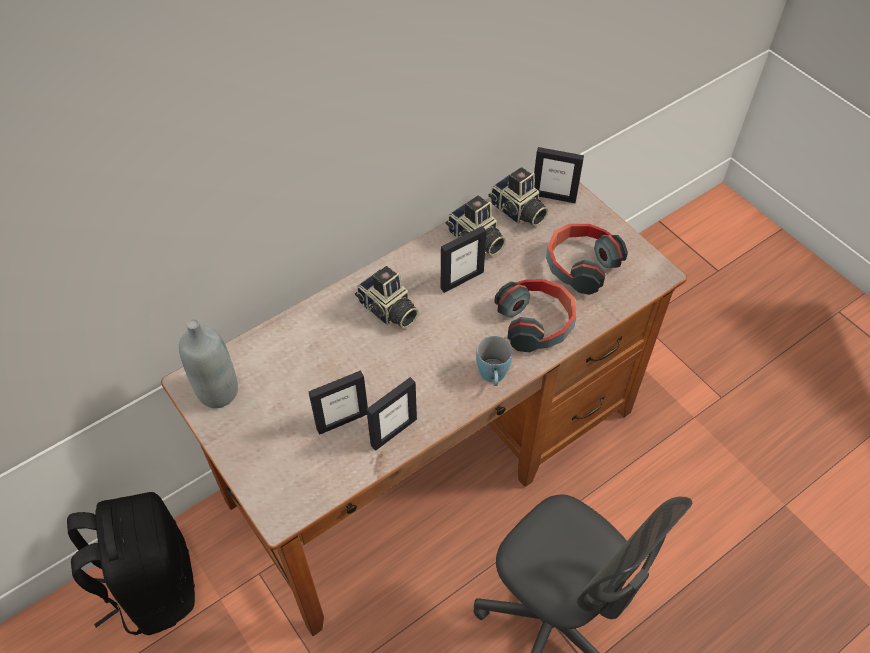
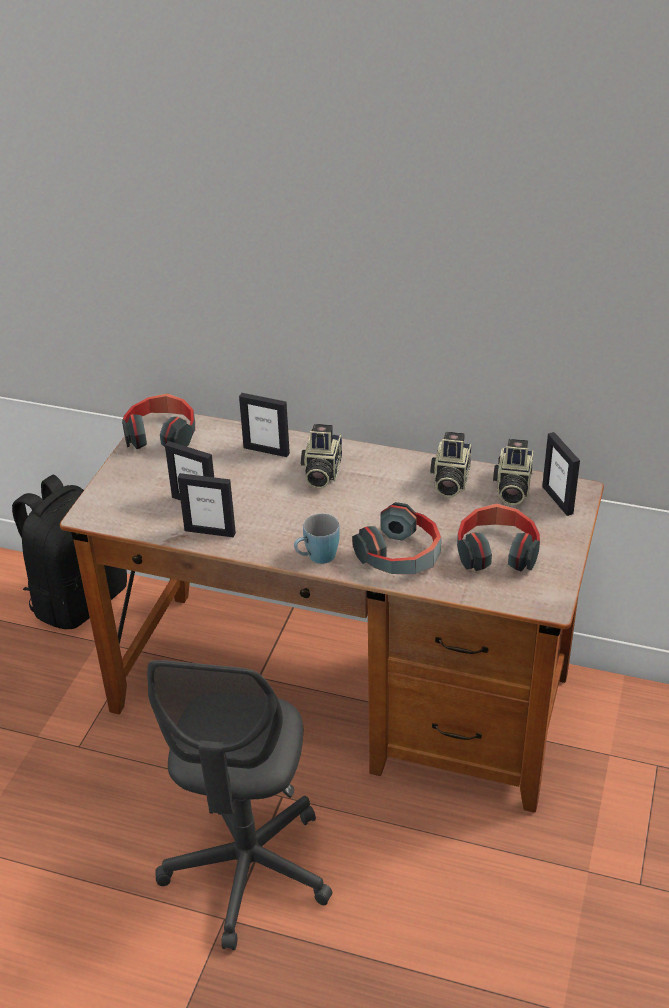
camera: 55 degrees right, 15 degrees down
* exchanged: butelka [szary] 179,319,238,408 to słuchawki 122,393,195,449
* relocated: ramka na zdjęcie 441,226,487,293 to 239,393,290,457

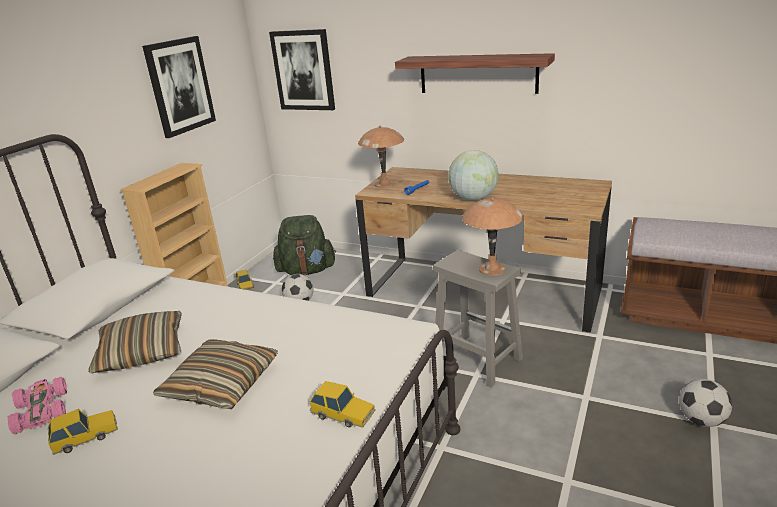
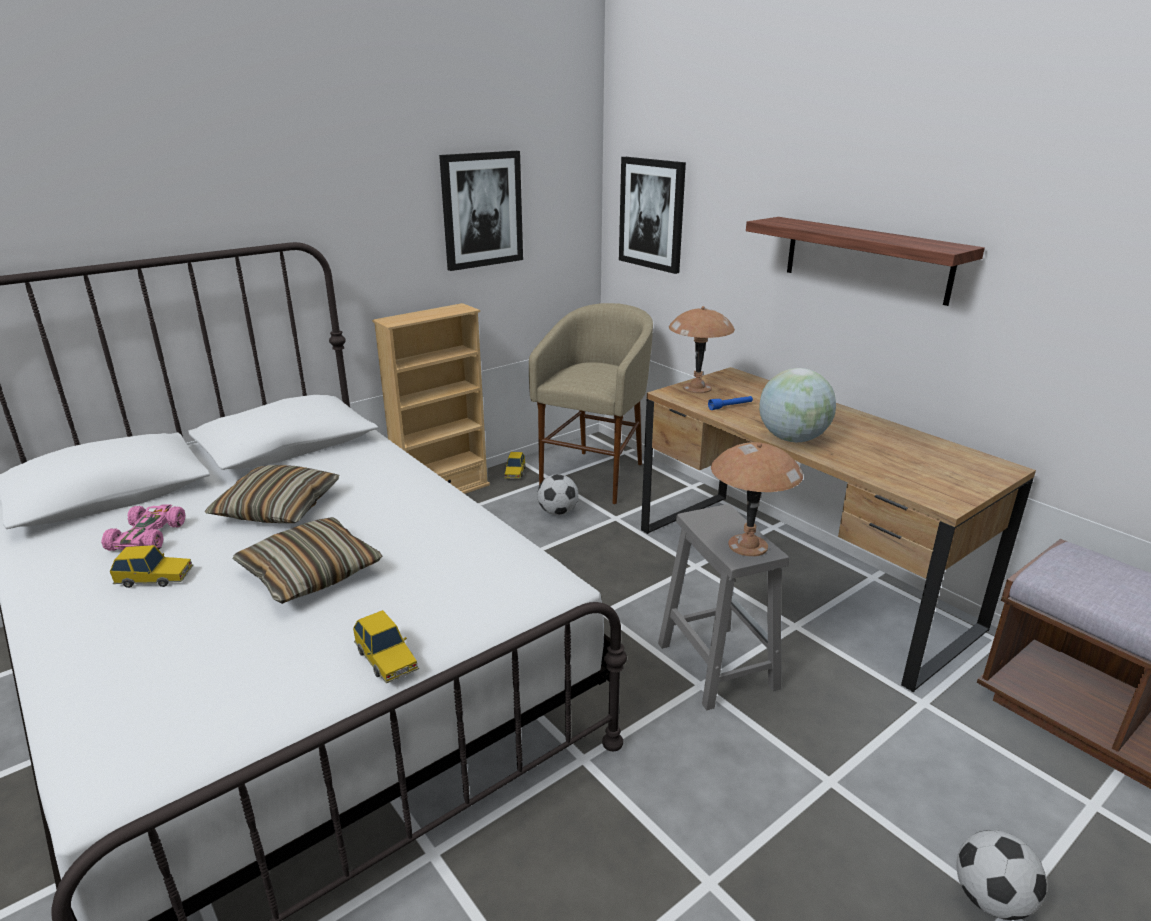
camera: 25 degrees right, 0 degrees up
* exchanged: plecak [zielony] 273,215,336,275 to stołek [beżowy] 529,303,653,504

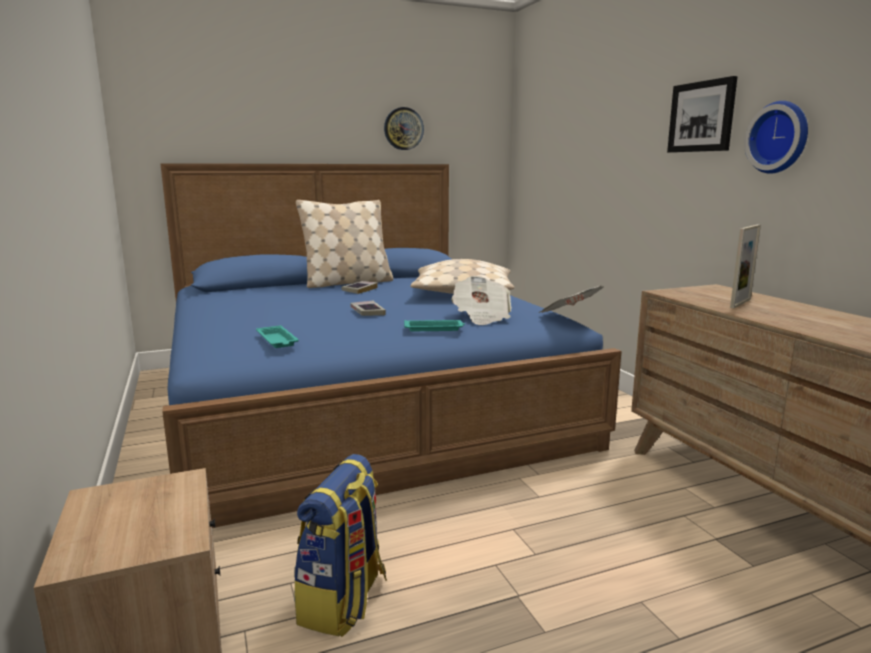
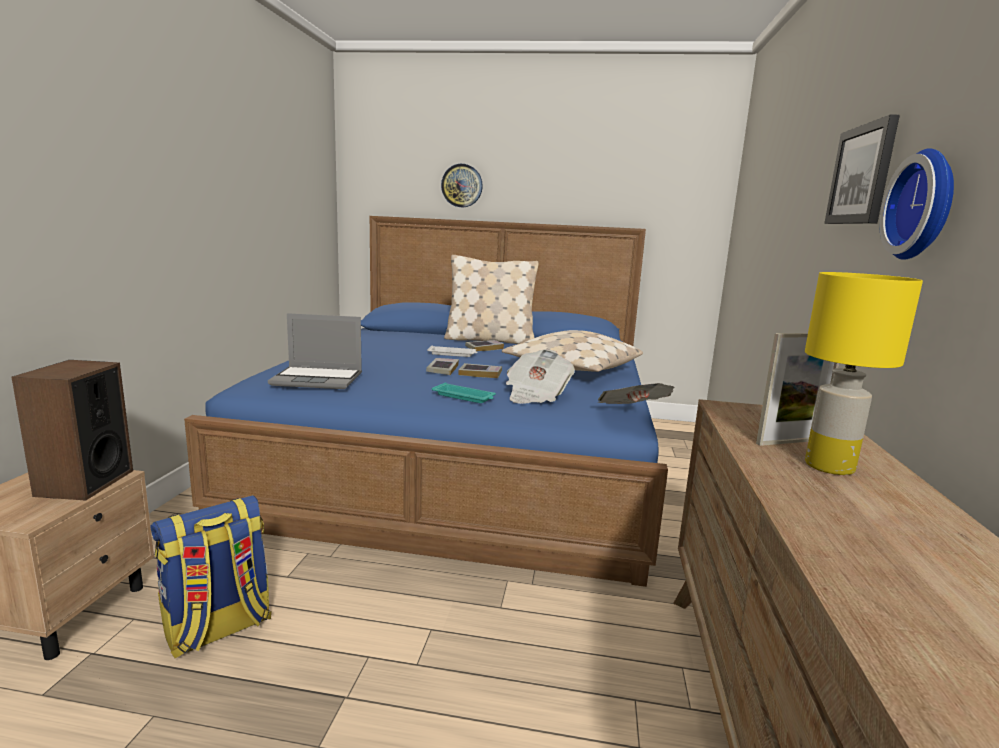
camera: 30 degrees right, 0 degrees up
* exchanged: taca [turkusowy] 256,325,299,348 to laptop 268,313,362,389
* relocated: zegar ścienny 384,107,424,150 to 441,164,483,207
* appeared: głośnik 12,360,133,501
* appeared: taca [biały] 427,346,478,357
* appeared: książka 458,363,502,378
* appeared: lampa stołowa [żółty] 805,272,923,475

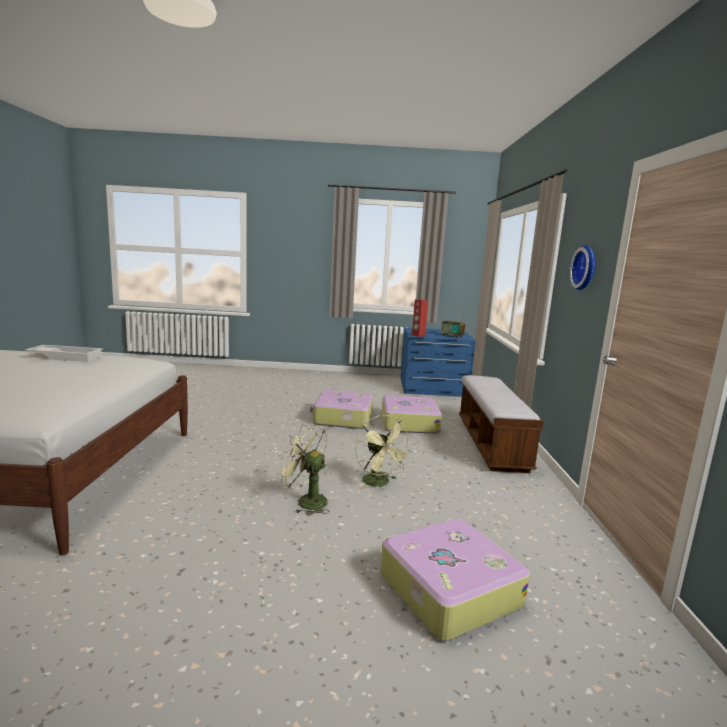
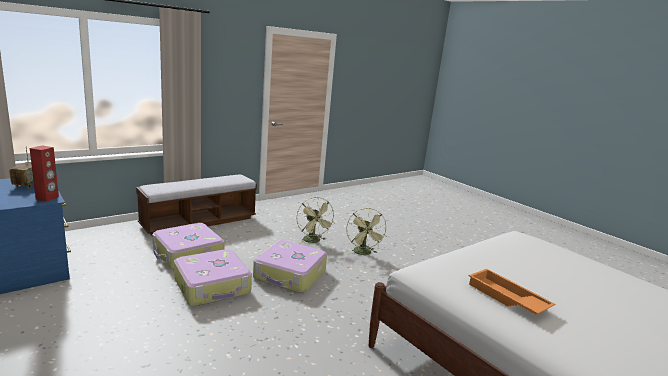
camera: 130 degrees left, 5 degrees up
* colour: taca [biały] 25,345,103,362 to taca [pomarańczowy] 469,269,555,315
* spun: wentylator [zielony] 355,415,412,489 = 297,197,335,244 135 degrees clockwise
* relocated: walizka 380,519,530,641 to 253,240,327,293
* missing: zegar ścienny 570,245,595,290

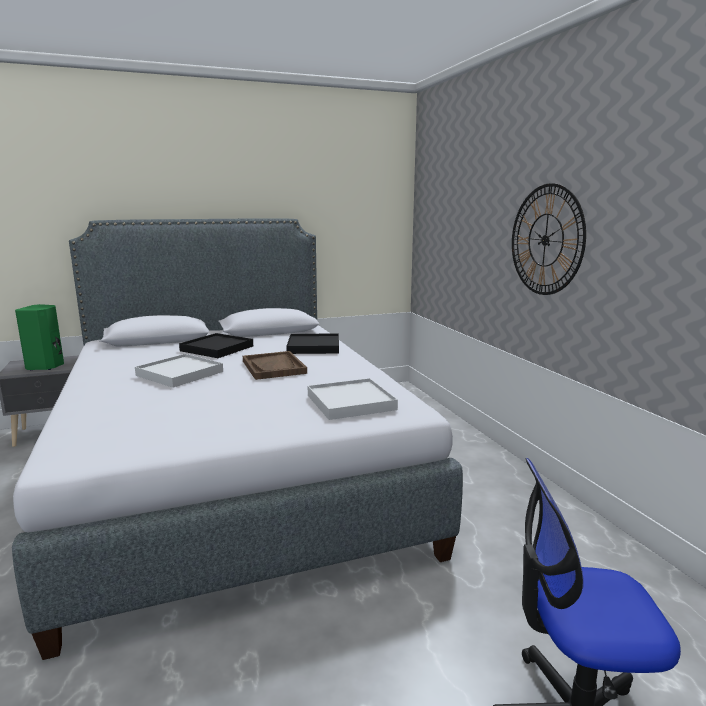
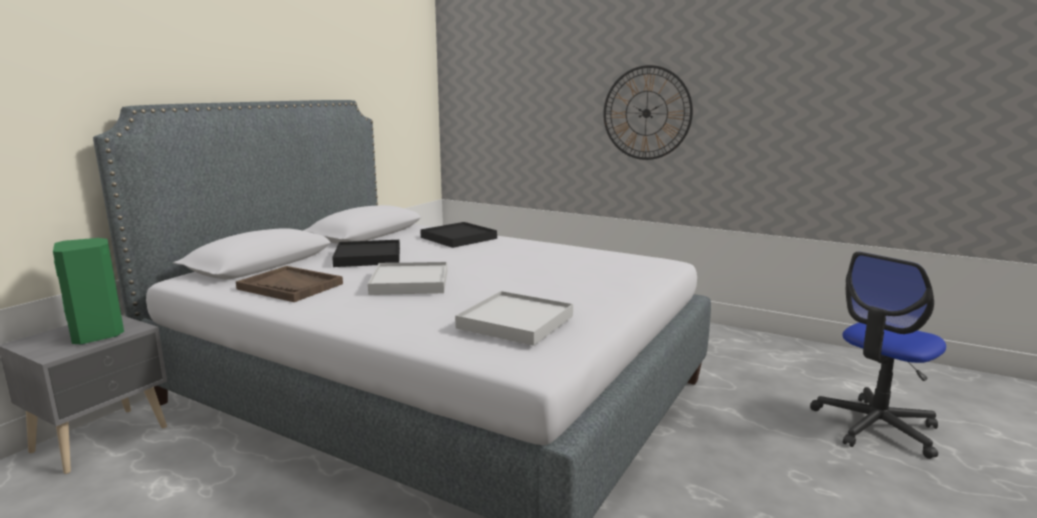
camera: 40 degrees left, 0 degrees up
* relocated: taca [brązowy] 243,351,307,380 to 236,266,343,302
* relocated: taca [biały] 308,378,398,420 to 455,291,573,346

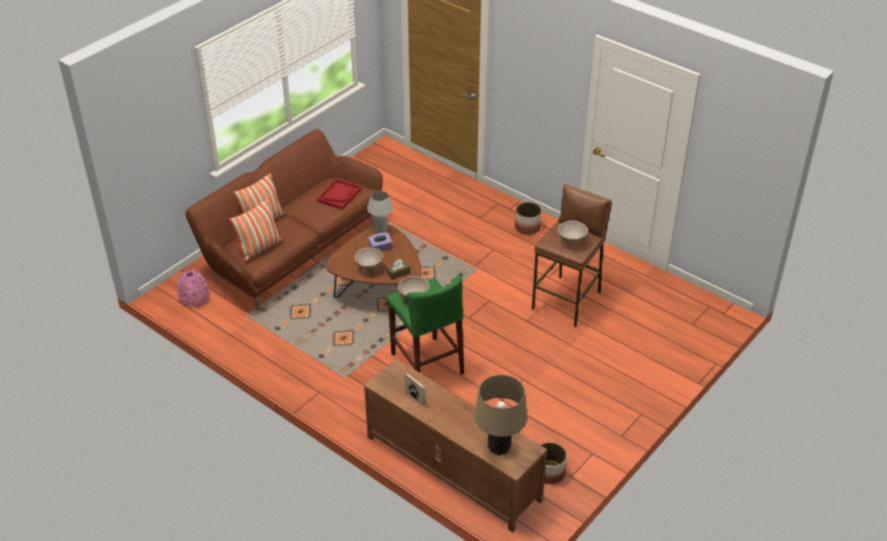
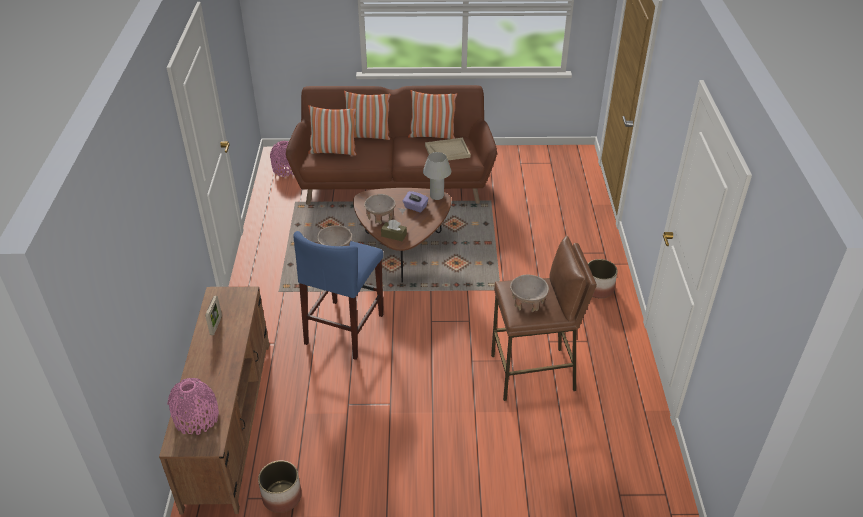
camera: 50 degrees right, 0 degrees up
* colour: taca [czerwony] 317,179,361,210 to taca [beżowy] 425,138,471,160
* colour: stołek [zielony] 386,275,464,375 to stołek [niebieski] 293,231,383,360
* exchanged: lampa stołowa [beżowy] 474,375,527,455 to wazon [różowy] 167,378,219,435
* appeared: poduszka 408,90,457,139

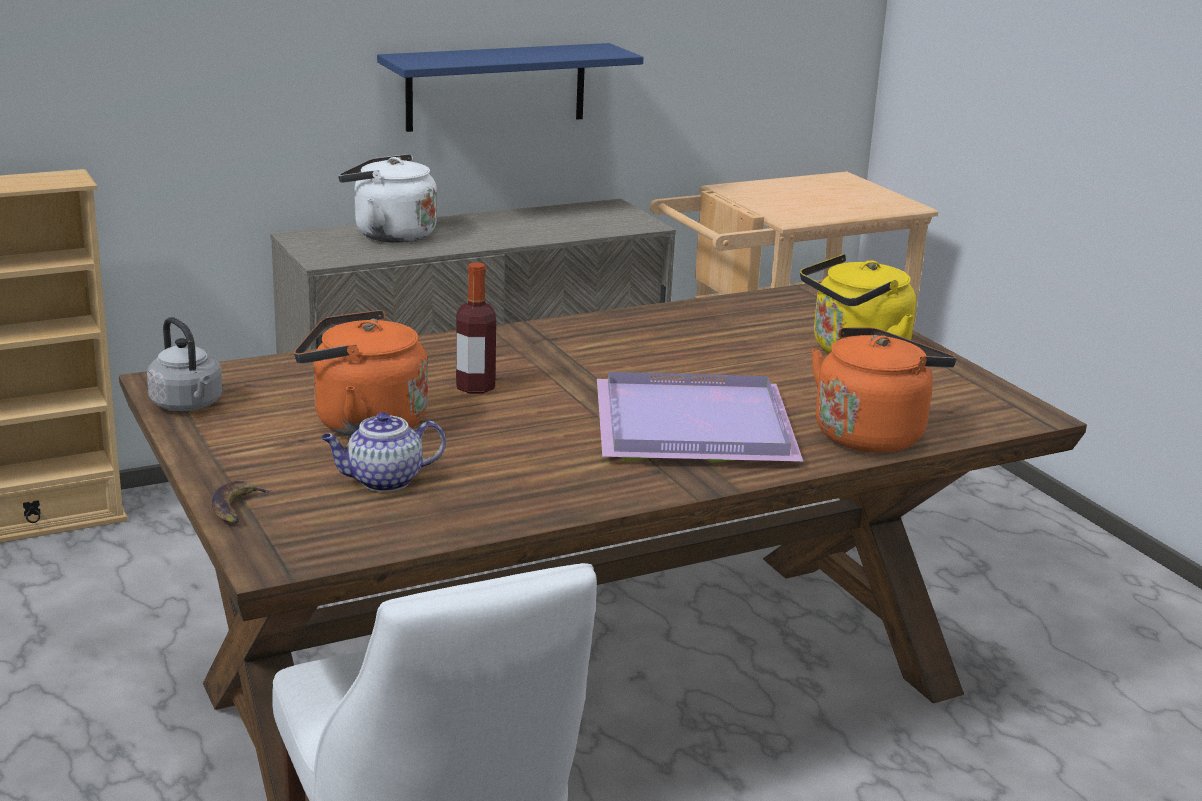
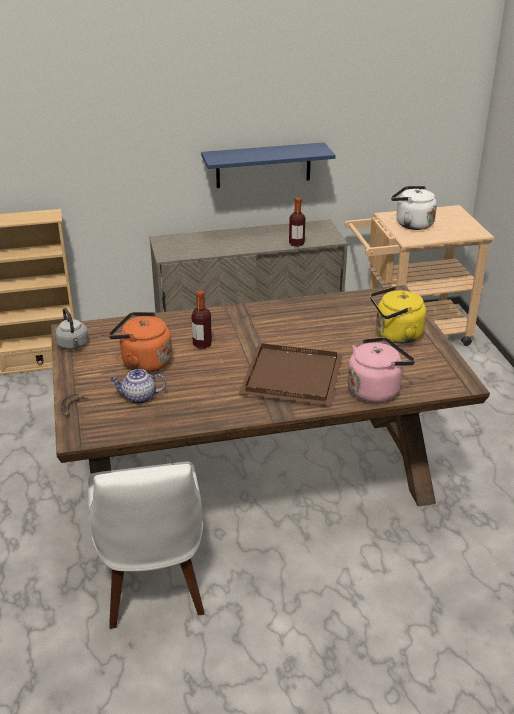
camera: 15 degrees right, 10 degrees up
* relocated: czajnik [biały] 338,154,437,243 to 391,186,437,230
* colour: taca [fioletowy] 597,372,804,463 to taca [brązowy] 239,343,343,405
* colour: czajnik [pomarańczowy] 811,327,956,453 to czajnik [różowy] 348,337,415,403
* appeared: butelka 289,197,305,247

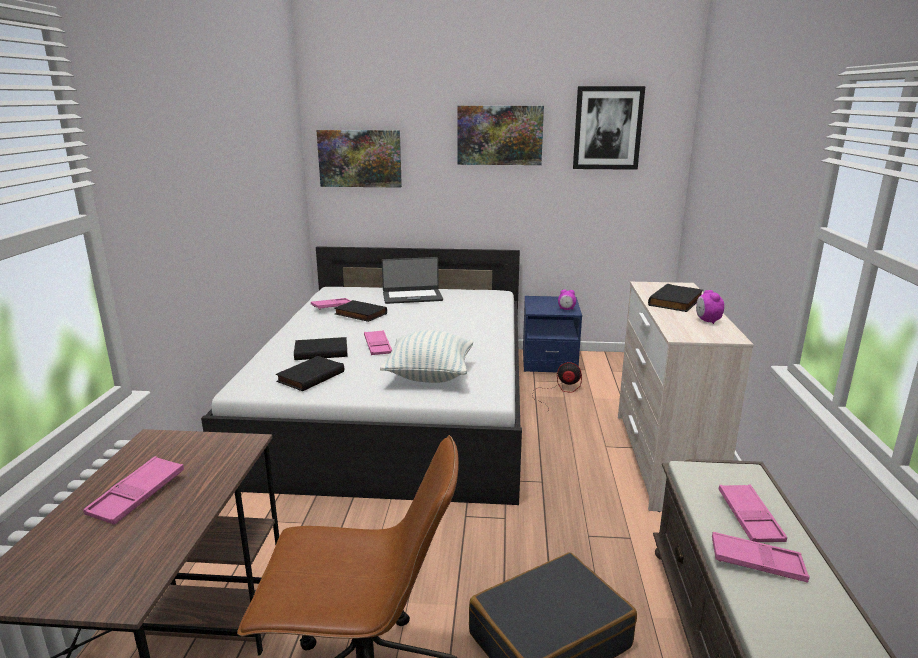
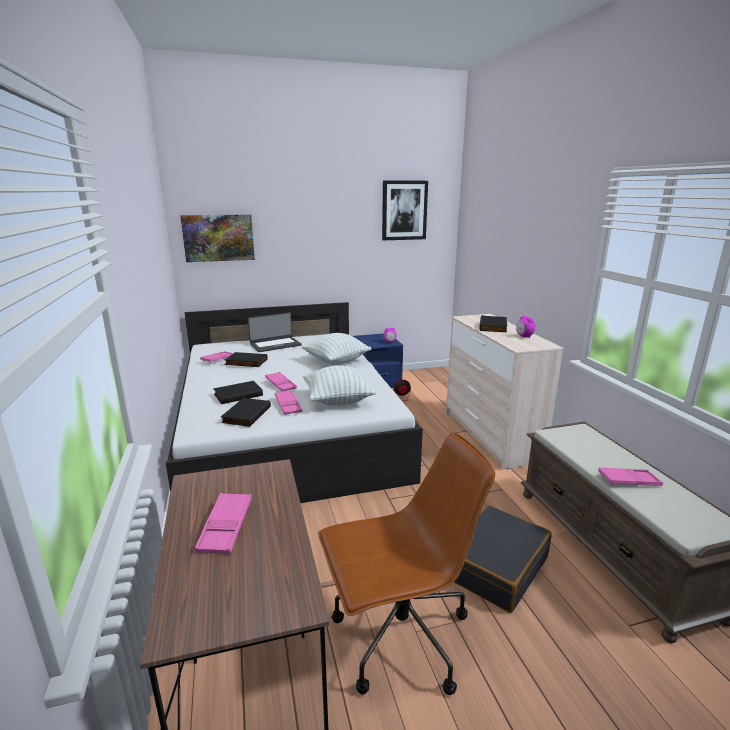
camera: 20 degrees left, 0 degrees up
* missing: obraz 457,106,544,165
* relocated: taca [różowy] 719,484,787,542 to 275,390,302,415
* appeared: poduszka 301,333,371,365

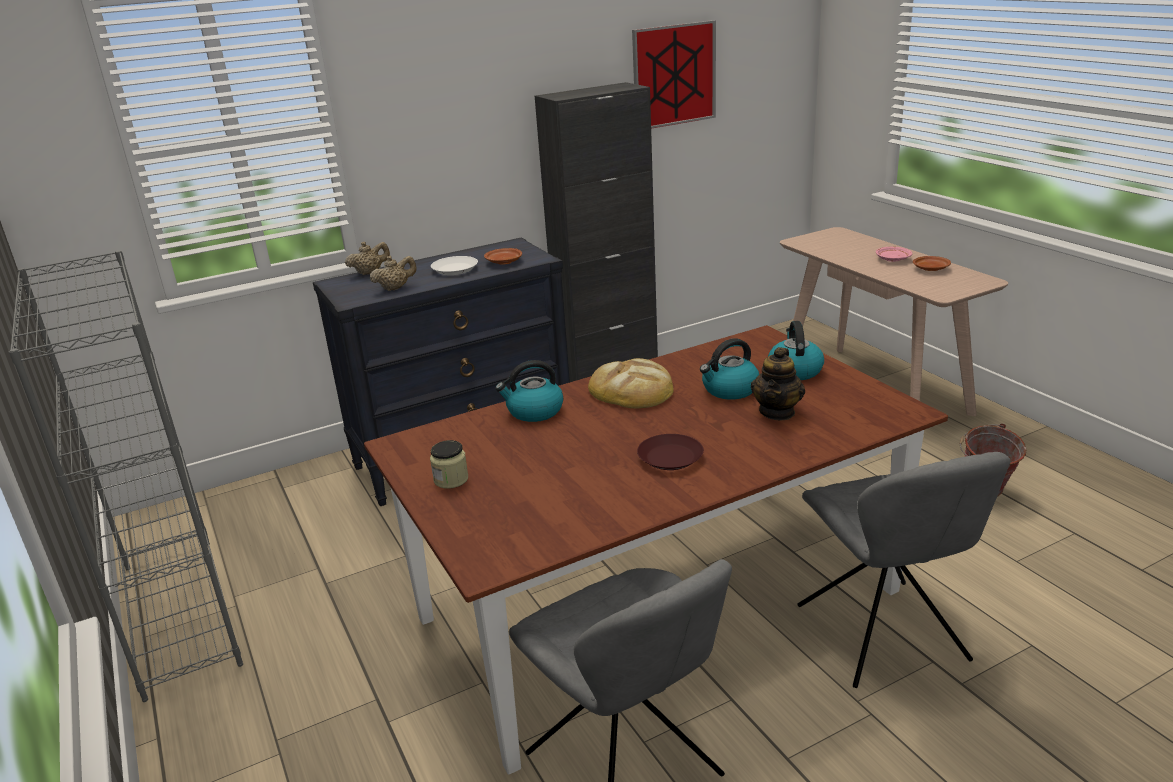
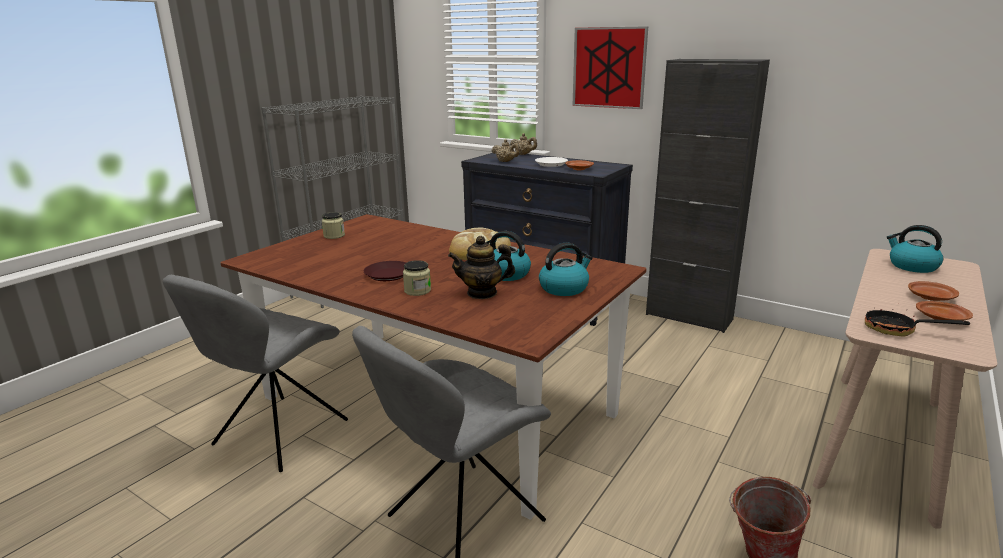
camera: 60 degrees right, 5 degrees down
* relocated: czajnik 495,360,563,422 to 887,225,943,273
* relocated: obraz 632,20,716,129 to 573,26,648,109
* colour: talerz [różowy] 876,247,912,262 to talerz [brązowy] 908,281,959,301
* appeared: słoik 403,260,431,296
* appeared: patelnia 865,309,970,336

